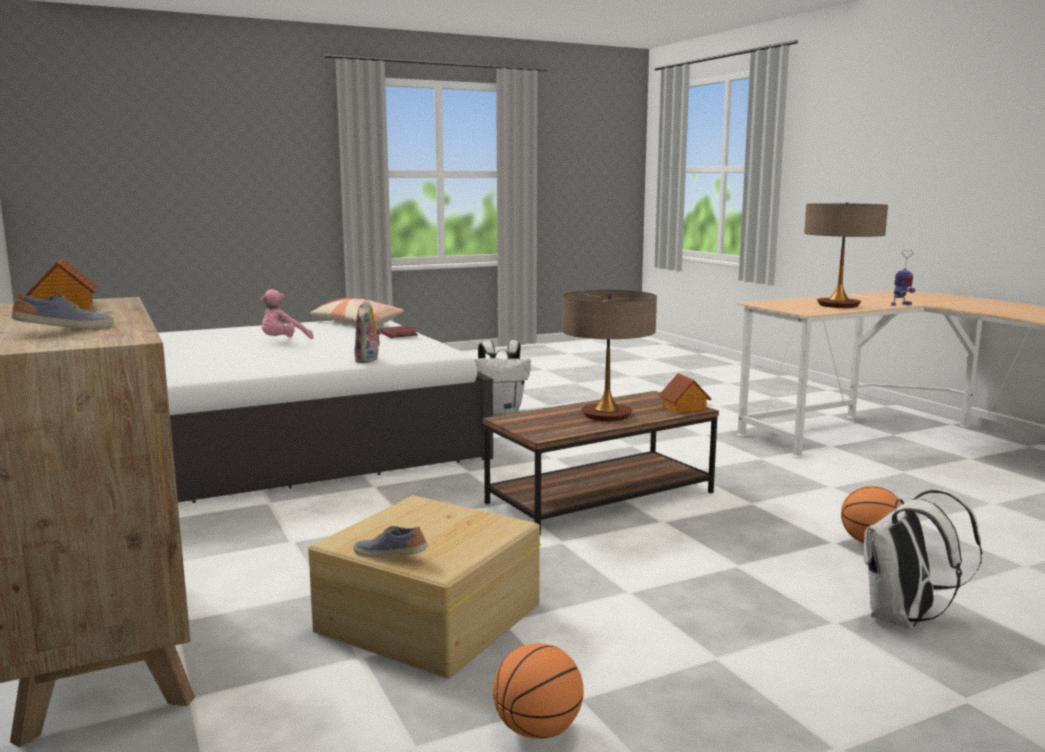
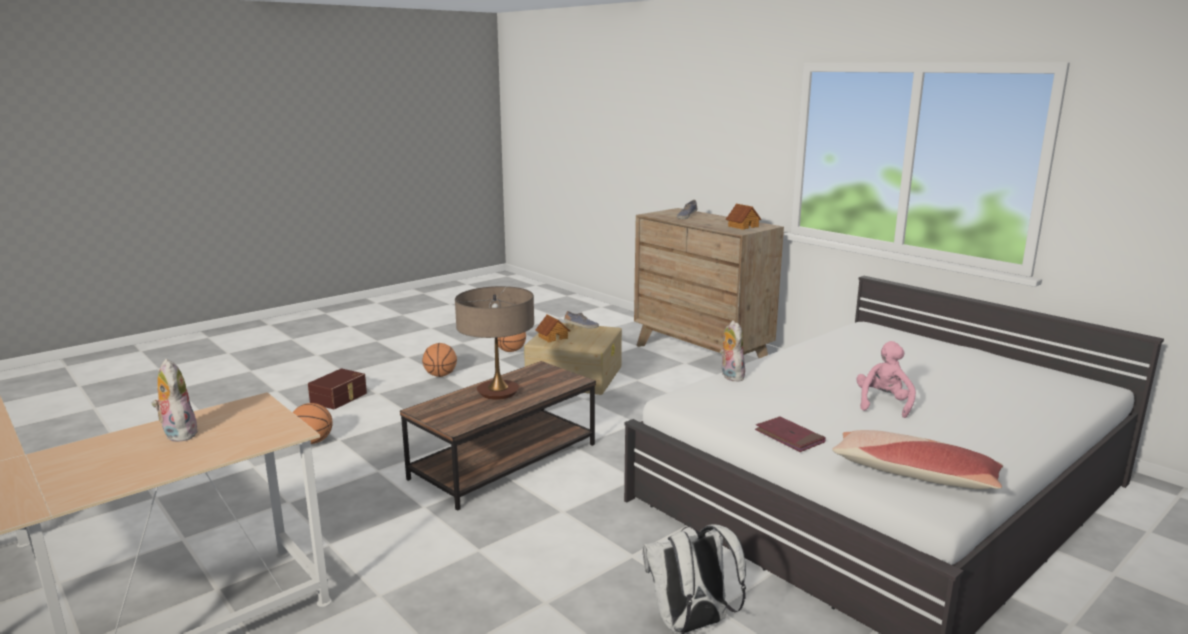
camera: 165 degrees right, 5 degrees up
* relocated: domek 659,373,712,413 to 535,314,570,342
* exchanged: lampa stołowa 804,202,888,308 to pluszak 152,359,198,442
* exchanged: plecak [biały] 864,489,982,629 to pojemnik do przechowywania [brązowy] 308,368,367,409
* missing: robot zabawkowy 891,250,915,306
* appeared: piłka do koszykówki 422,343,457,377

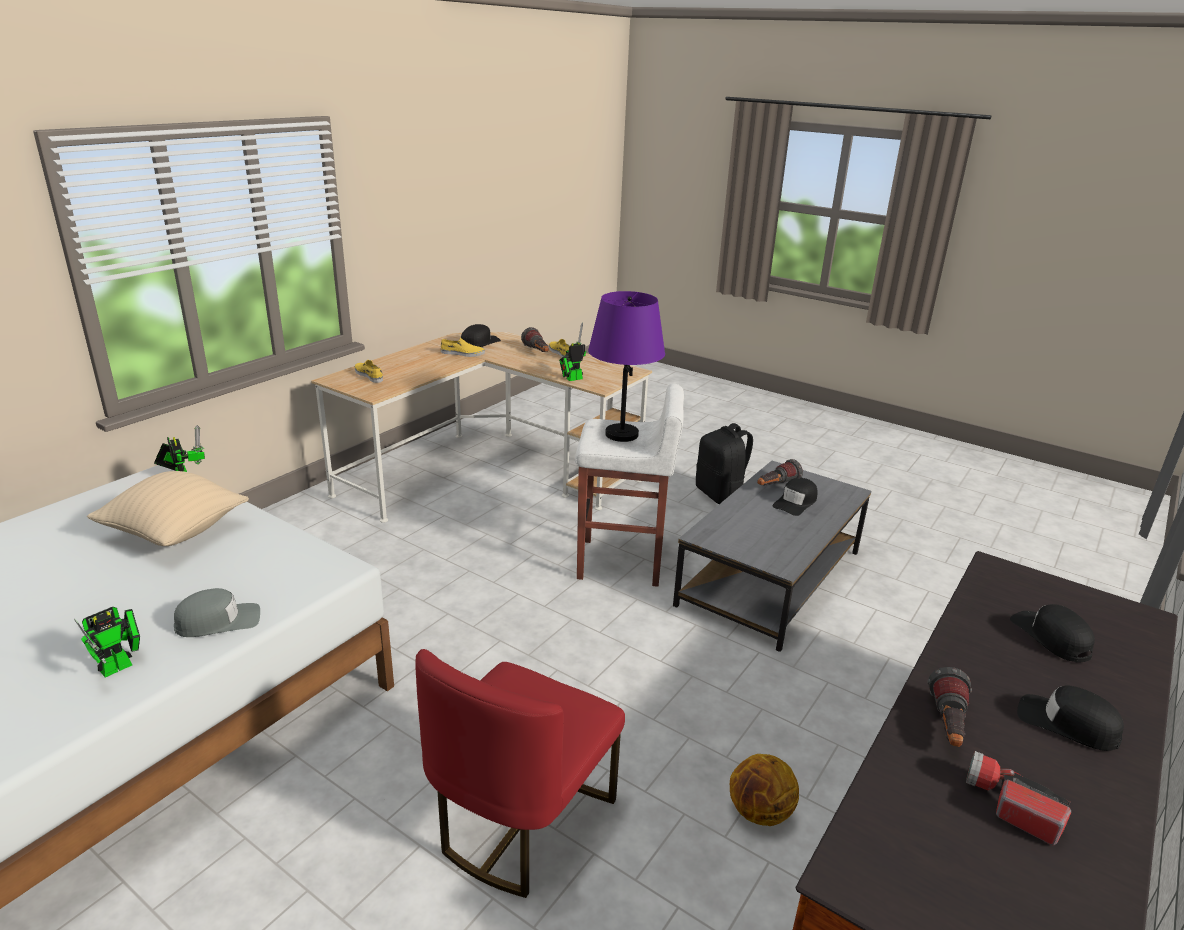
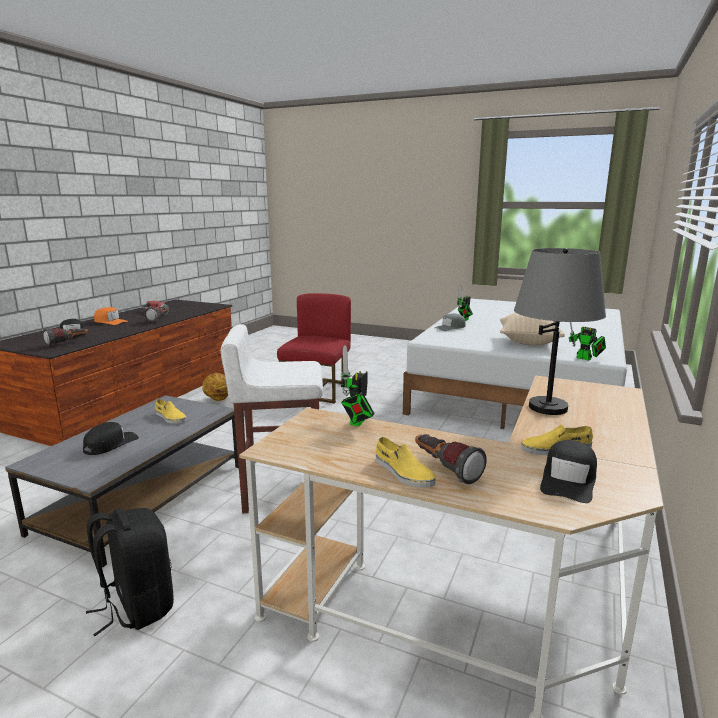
camera: 170 degrees right, 10 degrees down
* relocated: but [żółty] 355,360,383,383 to 155,399,187,424
* spun: robot zabawkowy 559,322,586,381 = 341,345,374,426 150 degrees clockwise
* missing: lampa stołowa [fioletowy] 588,291,665,442
* relocated: latarka 757,459,803,486 to 44,328,88,347
* colour: czapka z daszkiem [czarny] 1017,685,1124,751 to czapka z daszkiem [pomarańczowy] 94,307,128,325
* appeared: lampa stołowa [szary] 514,248,606,415

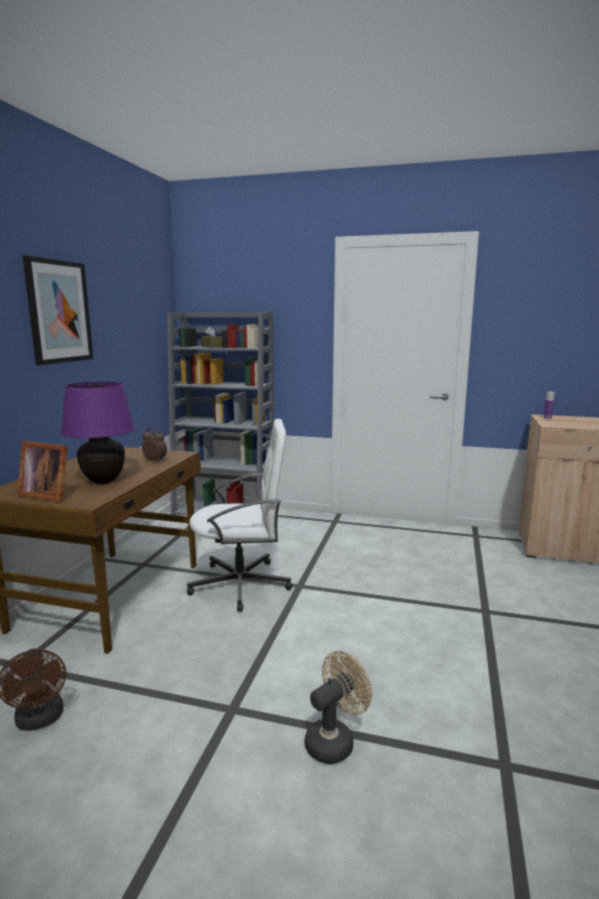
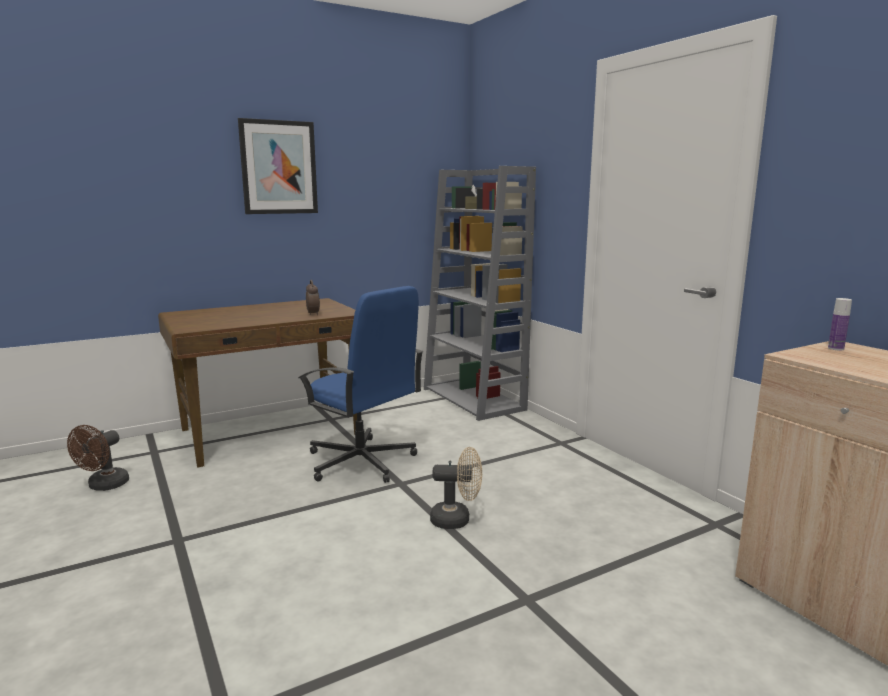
camera: 45 degrees right, 0 degrees up
* missing: ramka na zdjęcie 17,441,68,502
* missing: lampa stołowa [fioletowy] 61,382,135,484
* colour: krzesło biurowe [biały] 187,419,293,612 to krzesło biurowe [niebieski] 298,286,424,483
* relocated: wentylator [beżowy] 305,651,372,764 to 430,447,482,529

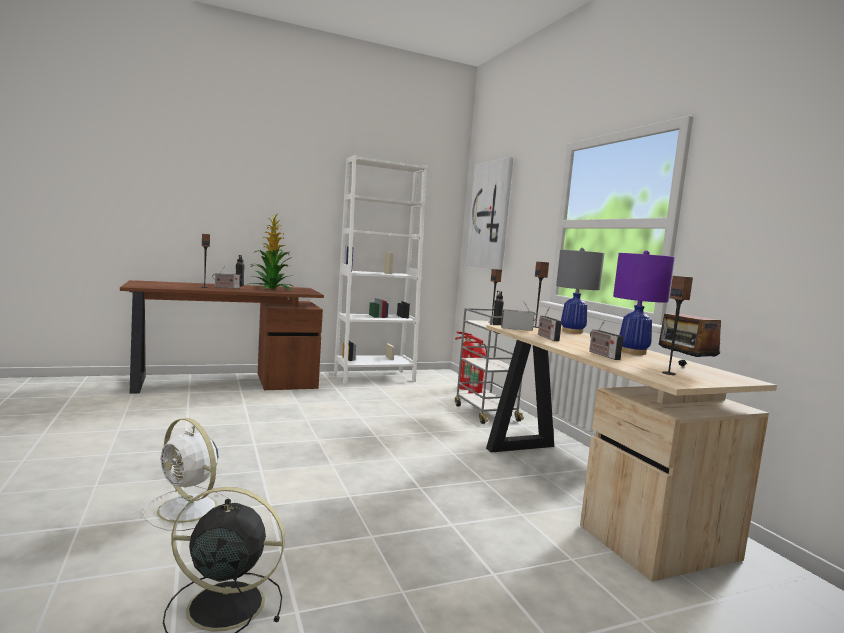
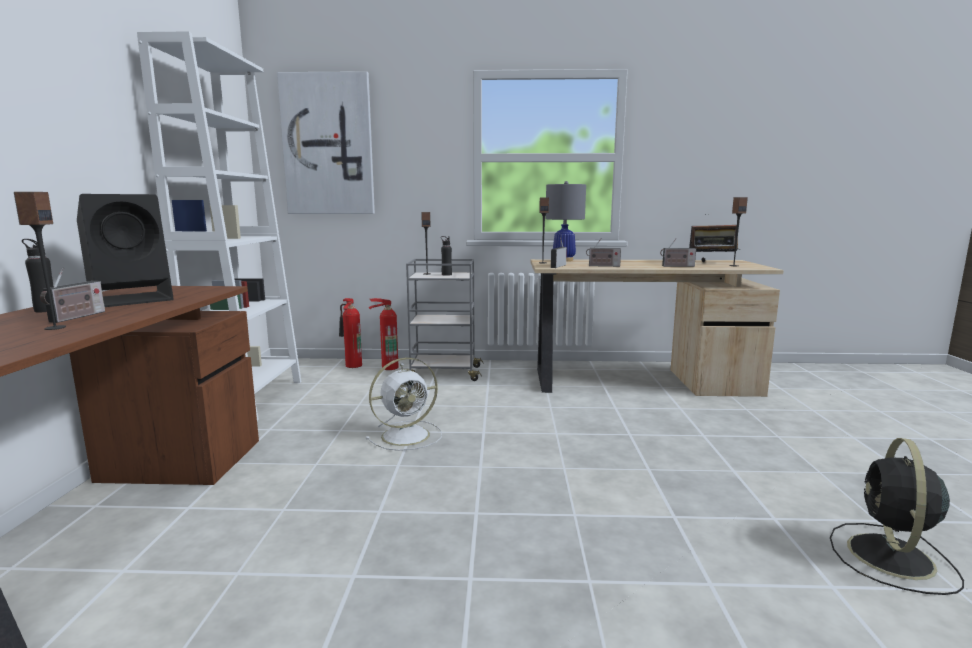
camera: 65 degrees left, 5 degrees up
* relocated: wentylator [biały] 143,418,234,531 to 366,358,442,451
* exchanged: roślina doniczkowa 247,214,294,290 to głośnik [czarny] 77,194,174,307
* missing: lampa stołowa [fioletowy] 613,250,675,355

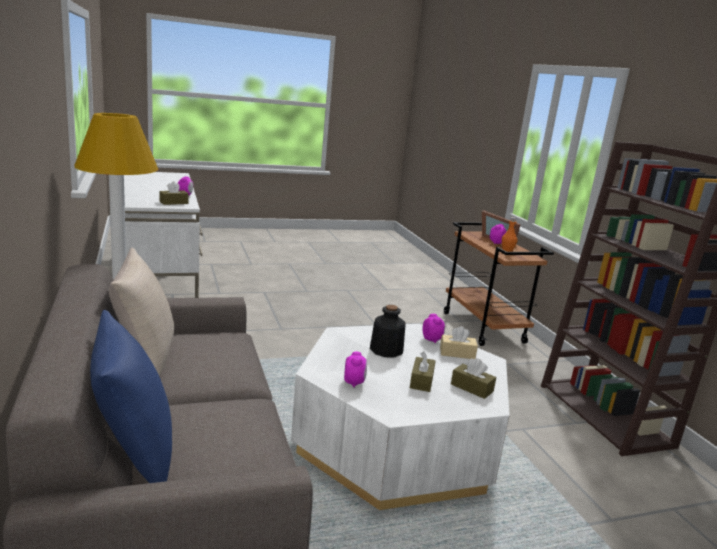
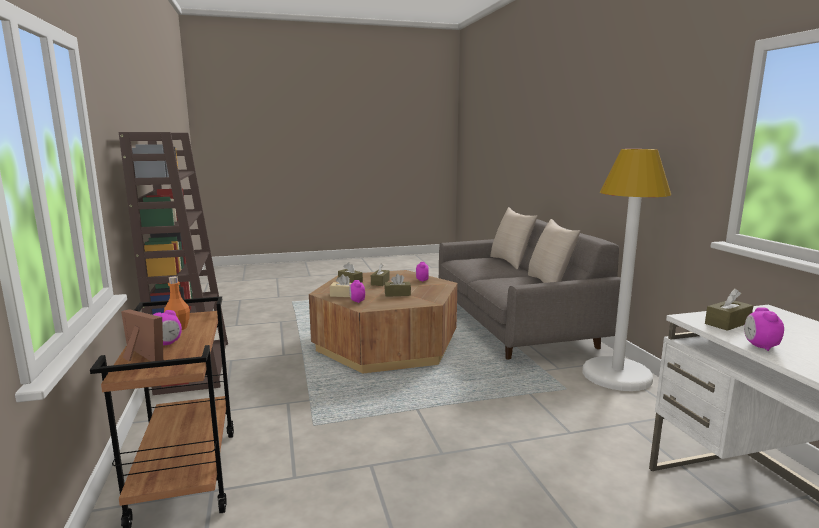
camera: 175 degrees left, 5 degrees down
* colour: poduszka [niebieski] 90,310,172,483 to poduszka [beżowy] 490,207,538,269
* colour: ława [biały] 291,324,510,510 to ława [brązowy] 309,270,458,374
* exchanged: butelka 370,305,406,357 to pudełko chusteczek [brązowy] 384,274,411,297

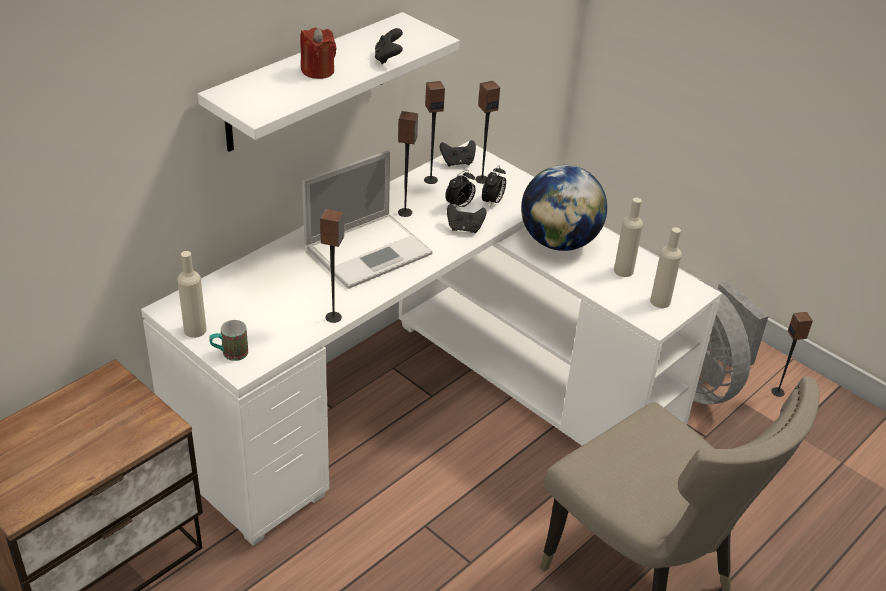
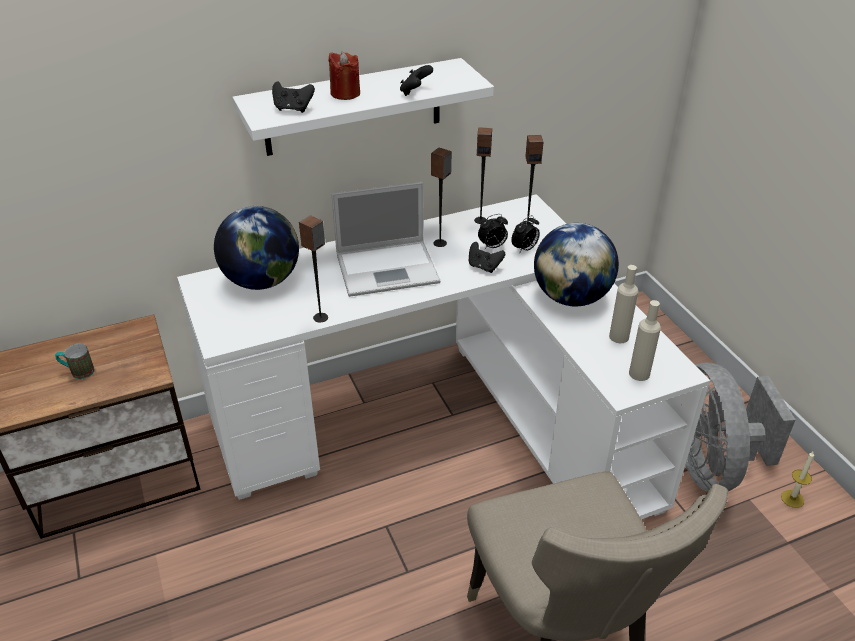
camera: 25 degrees right, 0 degrees up
* missing: butelka [beżowy] 177,251,207,338
* relocated: kubek 209,320,248,361 to 55,344,95,379
* relocated: pad do gier [czarny] 440,140,476,167 to 272,82,315,113
* exchanged: głośnik 771,312,813,397 to świeca 781,452,814,508
* appeared: globus 214,206,299,290

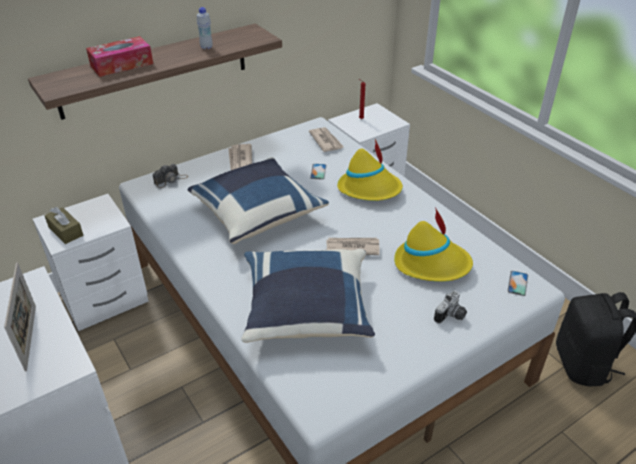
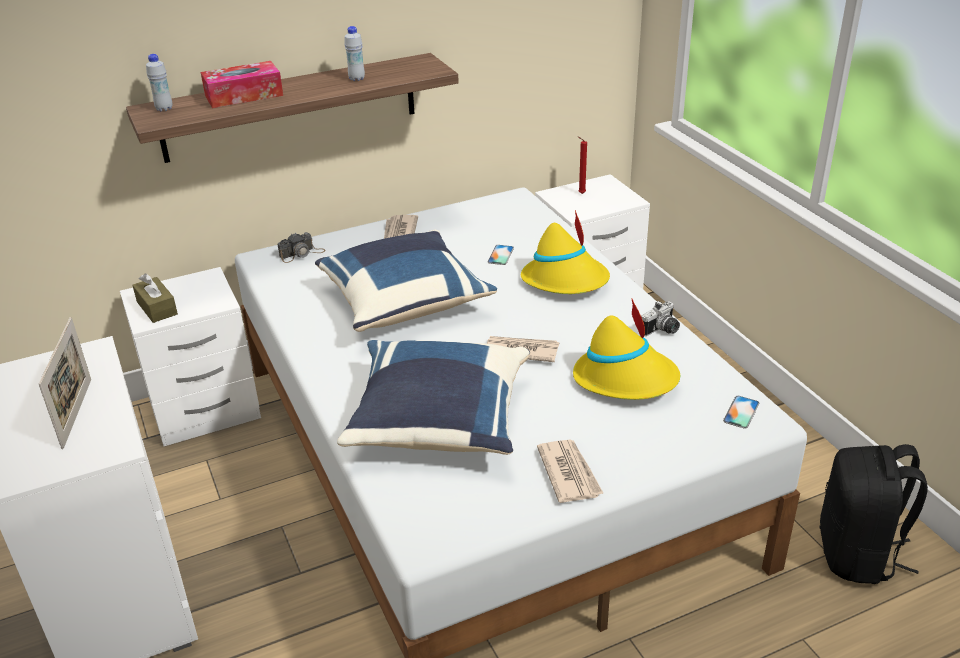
camera: 10 degrees right, 5 degrees down
* relocated: gazeta 309,127,344,152 to 537,440,604,503
* relocated: aparat fotograficzny 434,291,467,323 to 641,301,680,336
* appeared: butelka [biały] 146,54,172,111

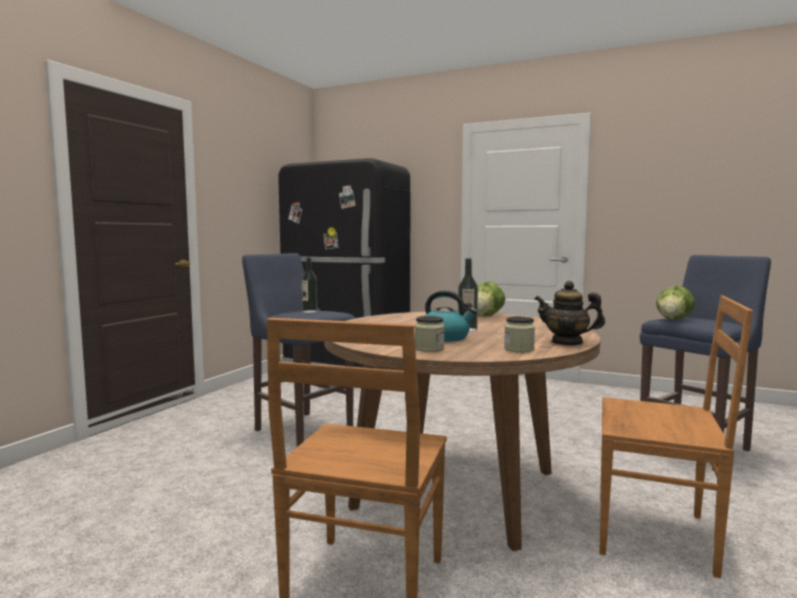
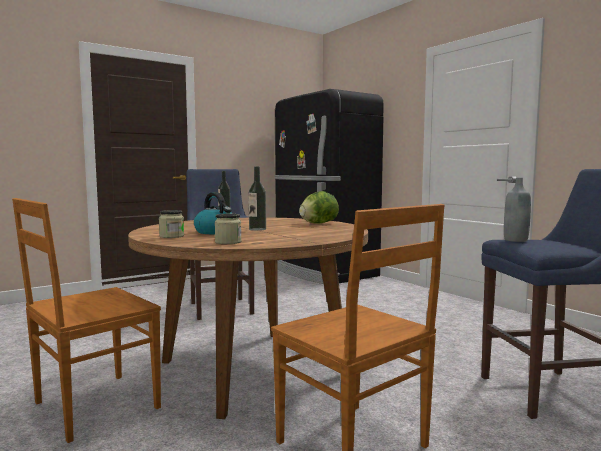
camera: 30 degrees right, 0 degrees up
* missing: imbryk 535,281,605,346
* exchanged: sałata 656,285,695,320 to butelka [szary] 504,178,531,242

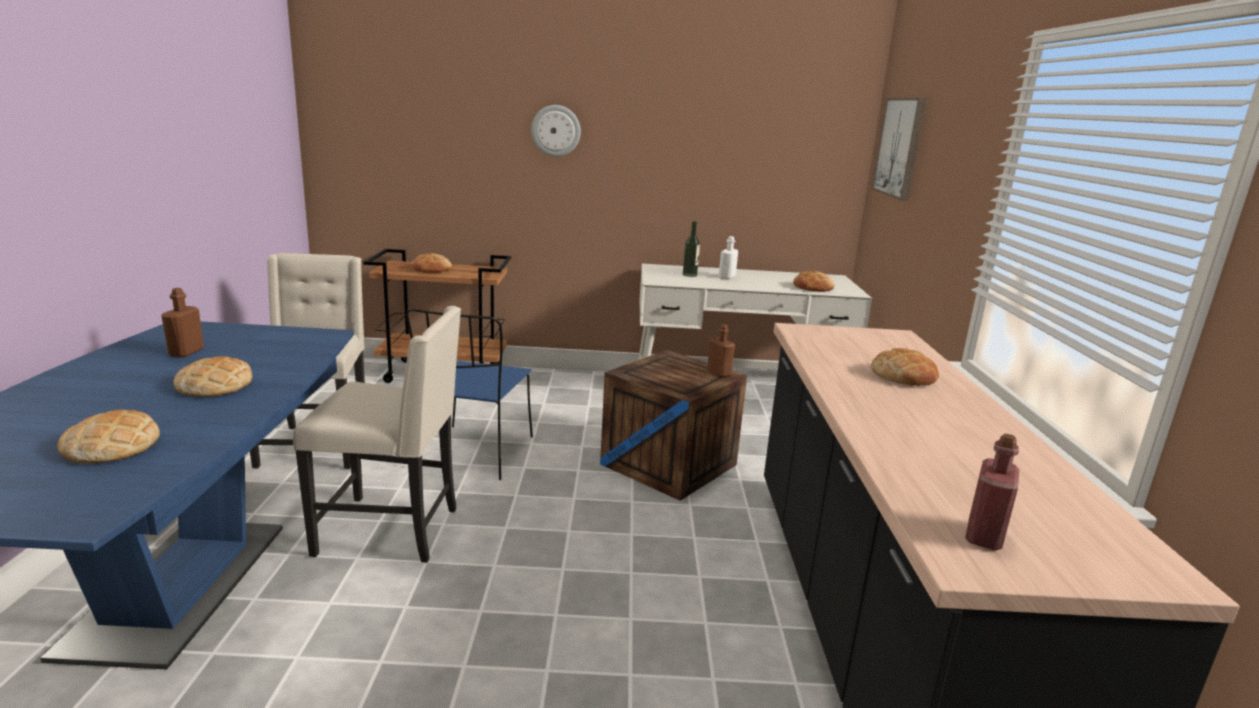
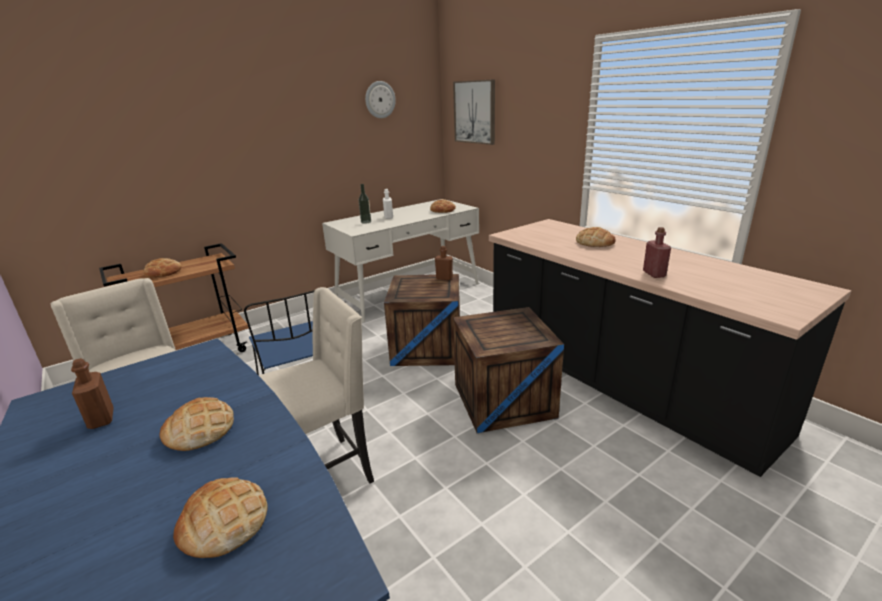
camera: 35 degrees left, 5 degrees up
* relocated: zegar ścienny 531,105,581,156 to 365,81,396,118
* relocated: butelka [czerwony] 965,434,1019,550 to 643,227,671,278
* appeared: skrzynka 453,307,564,433

